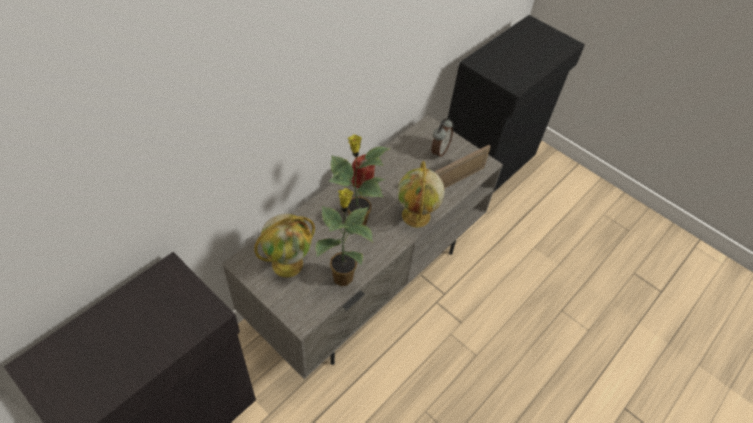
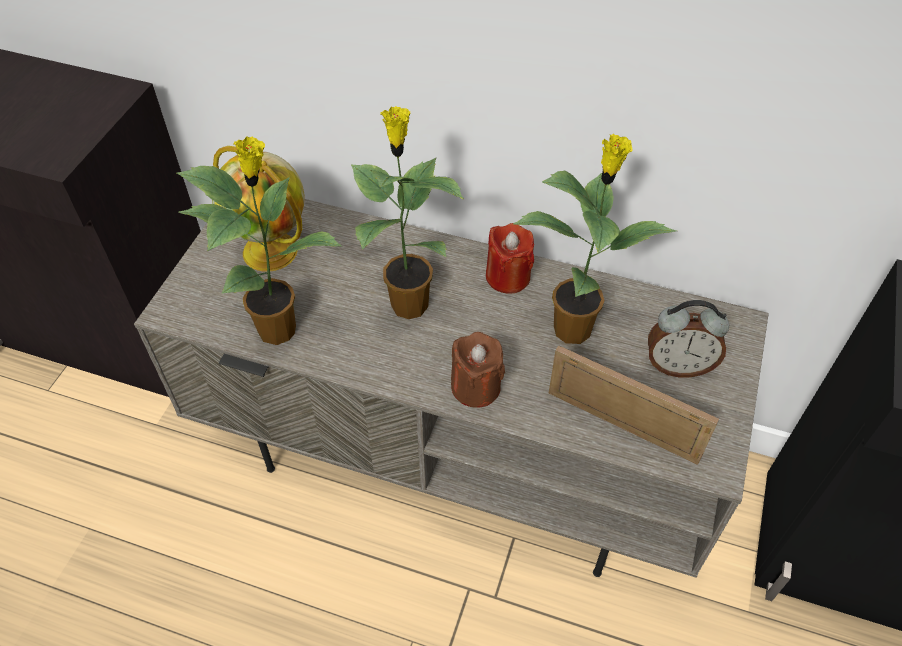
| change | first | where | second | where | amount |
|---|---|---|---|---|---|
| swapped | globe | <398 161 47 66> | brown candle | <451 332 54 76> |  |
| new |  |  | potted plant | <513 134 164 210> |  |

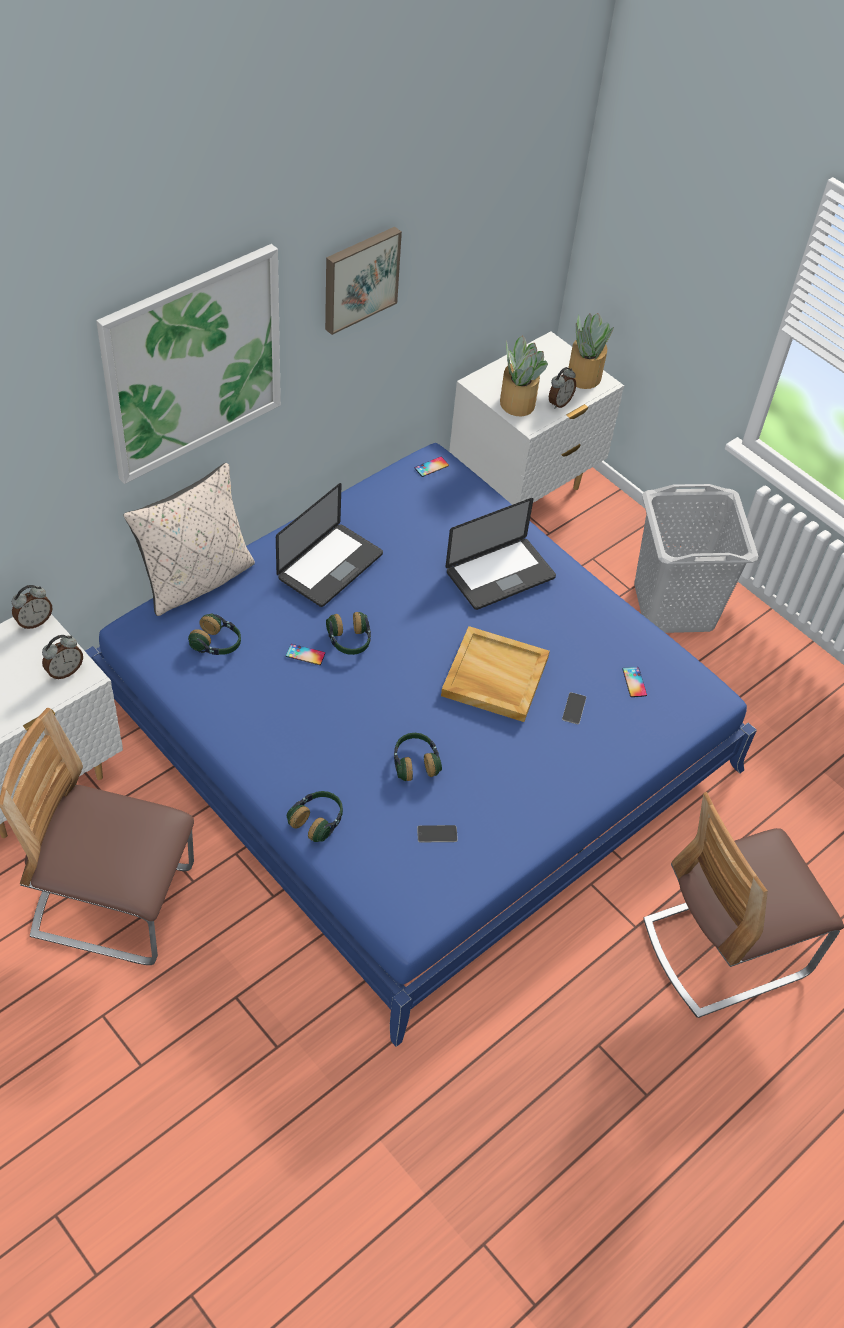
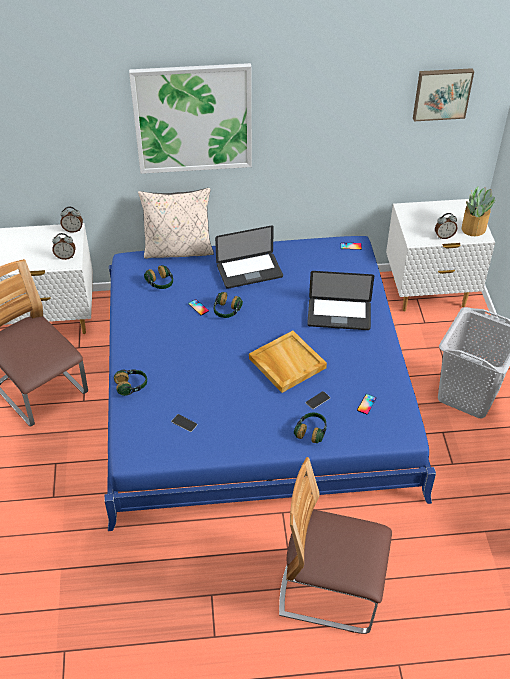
| change | first | where | second | where | amount |
|---|---|---|---|---|---|
| shifted | picture | <325 227 77 108> |  | <413 68 61 53> |  |
| gone | potted plant | <500 336 48 80> |  |  |  |
| shifted | headphones | <394 733 48 48> |  | <294 413 32 30> |  |

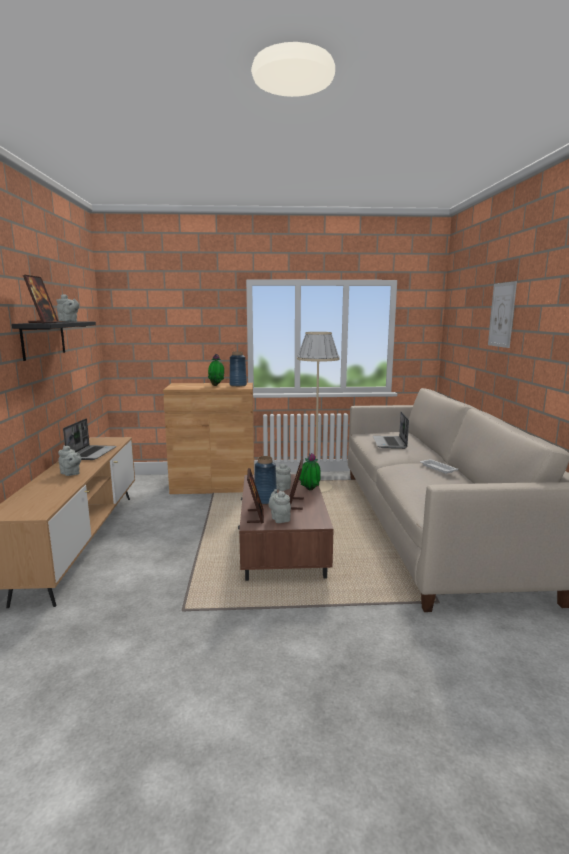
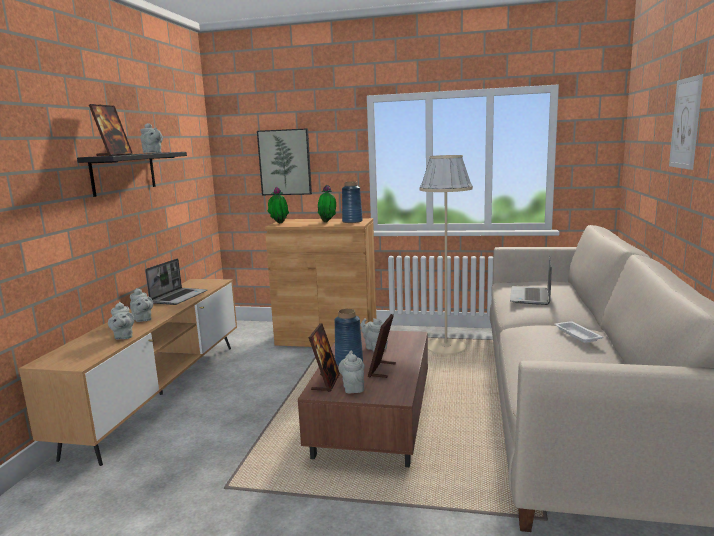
| change | first | where | second | where | amount |
|---|---|---|---|---|---|
| shifted | potted plant | <299 453 22 37> |  | <268 187 21 36> |  |
| new |  |  | picture | <257 128 55 67> |  |
| new |  |  | grey teapot | <108 302 26 37> |  |

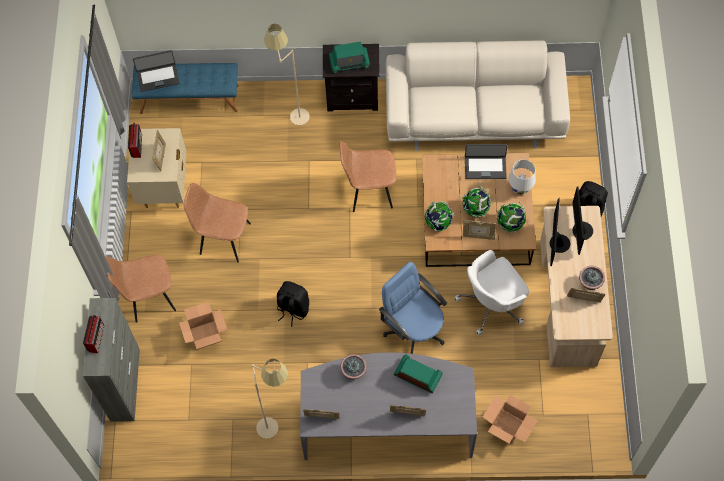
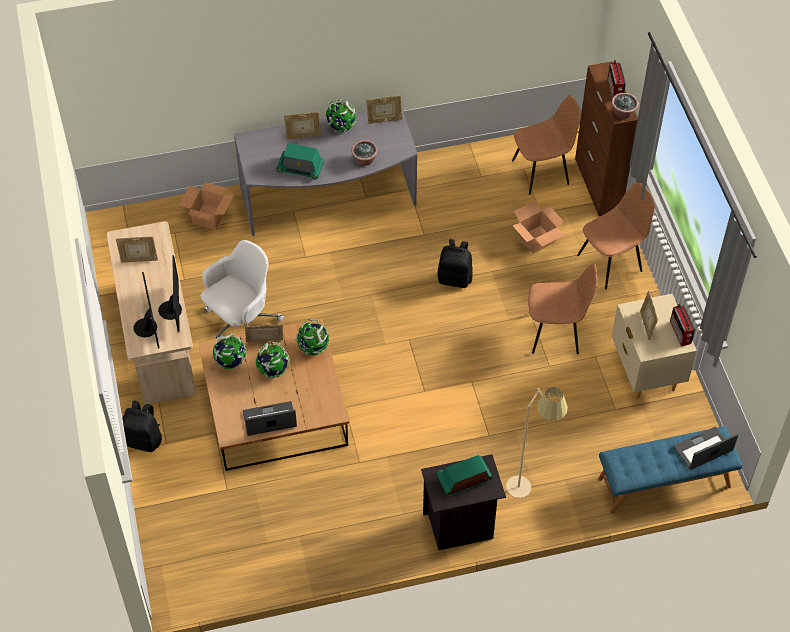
| change | first | where | second | where | amount |
|---|---|---|---|---|---|
| gone | beige sofa | <386 40 184 111> |  |  |  |
| shifted | brown chair | <339 141 57 71> |  | <512 95 69 100> |  |
| gone | white table lamp | <509 160 27 35> |  |  |  |
| gone | blue office chair | <379 262 68 92> |  |  |  |
| shifted | potted plant | <579 266 26 24> |  | <611 93 28 26> |  |
| repainted | grey cabinet | <83 298 57 124> | brown cabinet | <575 61 63 155> |  |
| gone | beige floor lamp | <252 359 36 80> |  |  |  |
| new |  |  | globe | <325 99 31 33> |  |

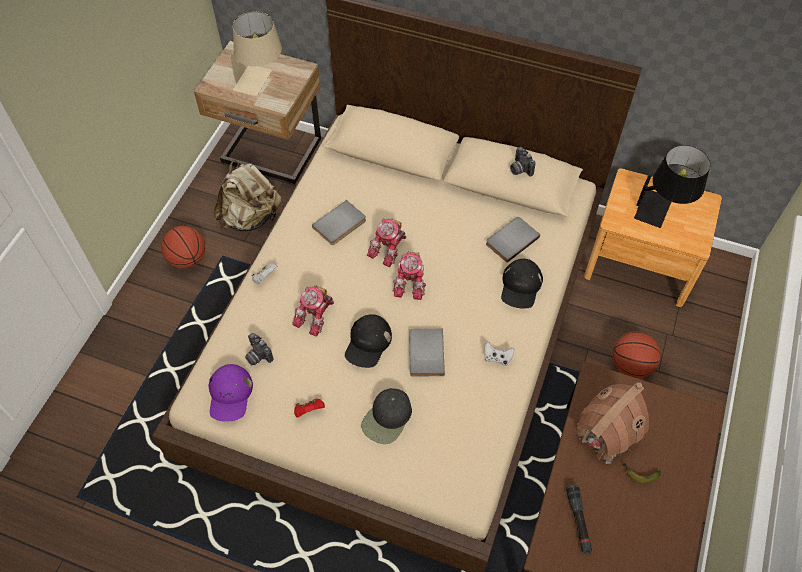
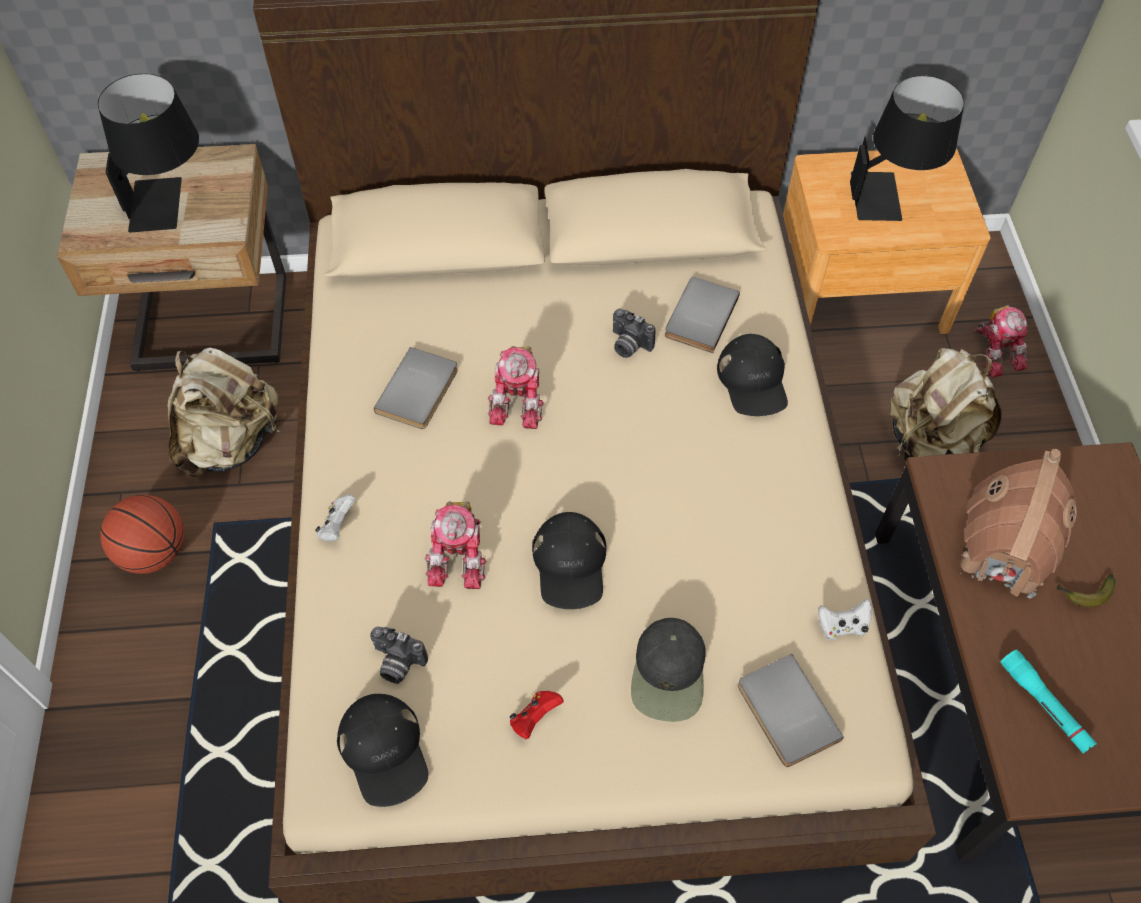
| change | first | where | second | where | amount |
|---|---|---|---|---|---|
| repainted | beige table lamp | <230 12 52 84> | black table lamp | <98 74 101 159> |  |
| shifted | photo camera | <510 147 26 30> |  | <613 309 43 49> |  |
| shifted | toy robot | <393 252 33 48> |  | <975 305 53 73> |  |
| shifted | grey book | <409 328 36 48> |  | <738 654 106 113> |  |
| swapped | basketball | <613 331 48 47> | beige backpack | <890 348 112 113> |  |
| shifted | white game controller | <484 341 30 25> |  | <818 598 54 42> |  |
| repainted | purple cap | <208 364 45 58> | black cap | <337 694 91 113> |  |
| repainted | black flashlight | <566 485 26 69> | turquoise flashlight | <1000 649 97 104> |  |

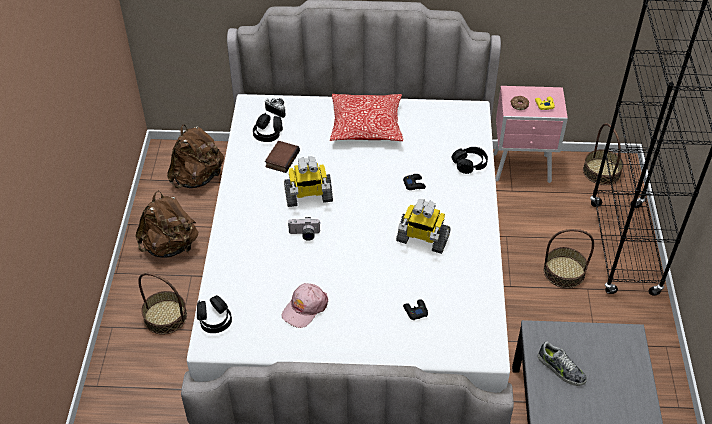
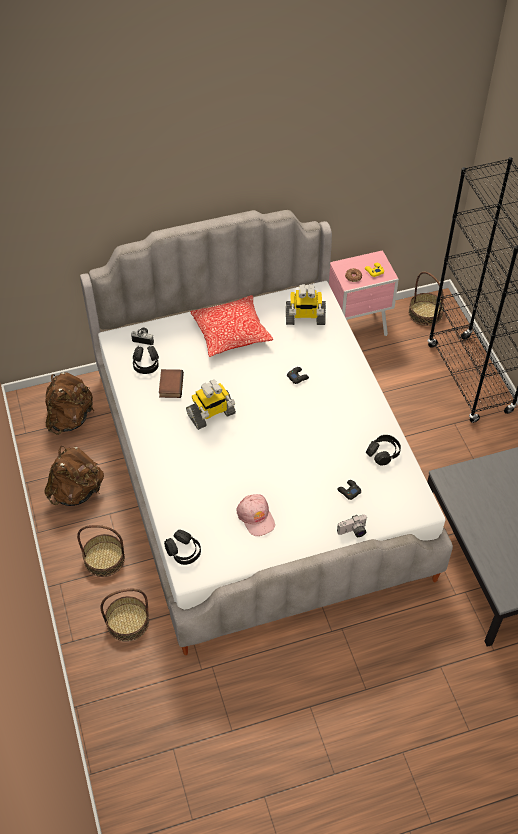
| change | first | where | second | where | amount |
|---|---|---|---|---|---|
| shifted | black headphones | <451 147 37 27> |  | <366 435 35 31> |  |
| shifted | toy robot | <396 199 55 55> |  | <286 284 40 41> |  |
| shifted | photo camera | <288 217 32 24> |  | <337 514 30 23> |  |
| shifted | basket | <544 229 50 59> |  | <101 589 48 53> |  |
| rotated | pink cap | <282 283 46 45> |  | <236 494 39 42> | 45 degrees counterclockwise |
| gone | shoe | <538 341 49 45> |  |  |  |

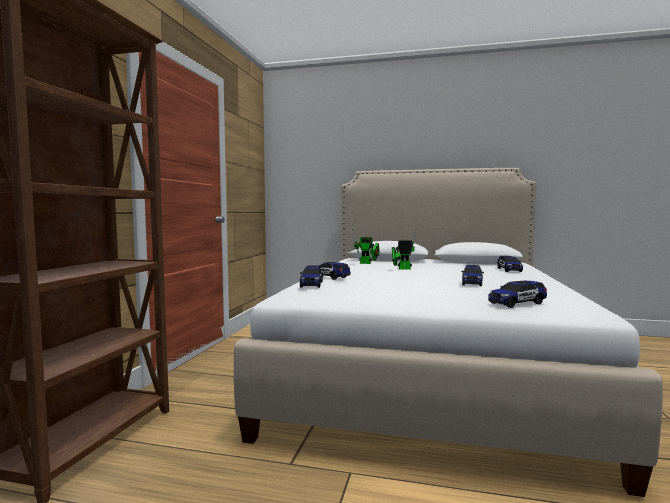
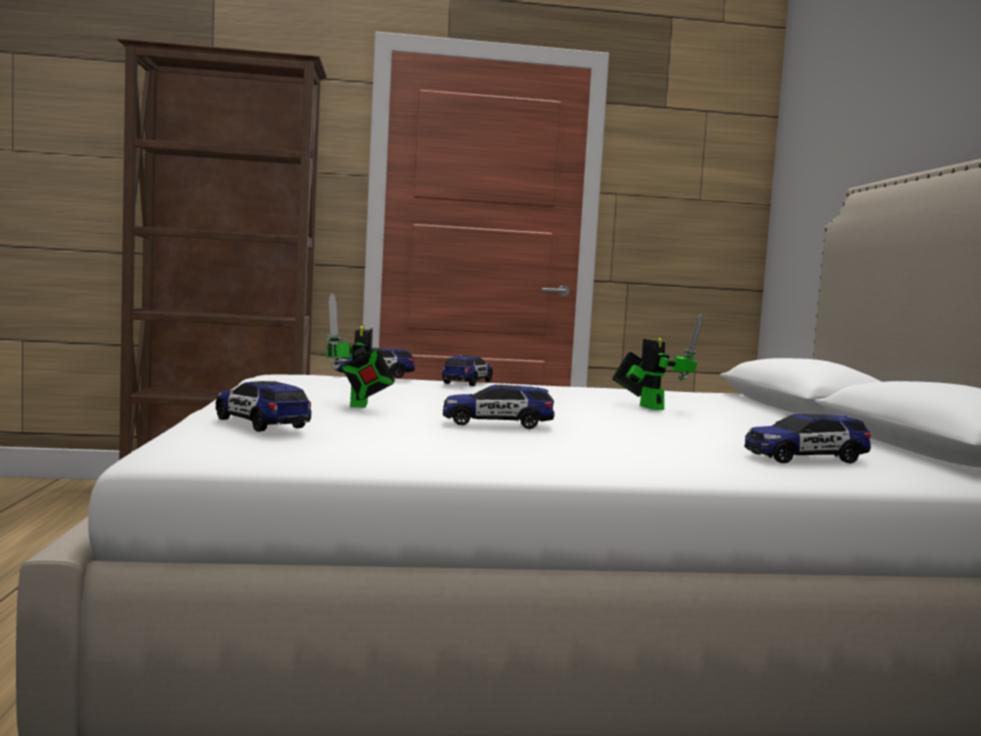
| change | first | where | second | where | amount |
|---|---|---|---|---|---|
| shifted | toy robot | <352 227 27 37> |  | <325 294 70 114> |  |

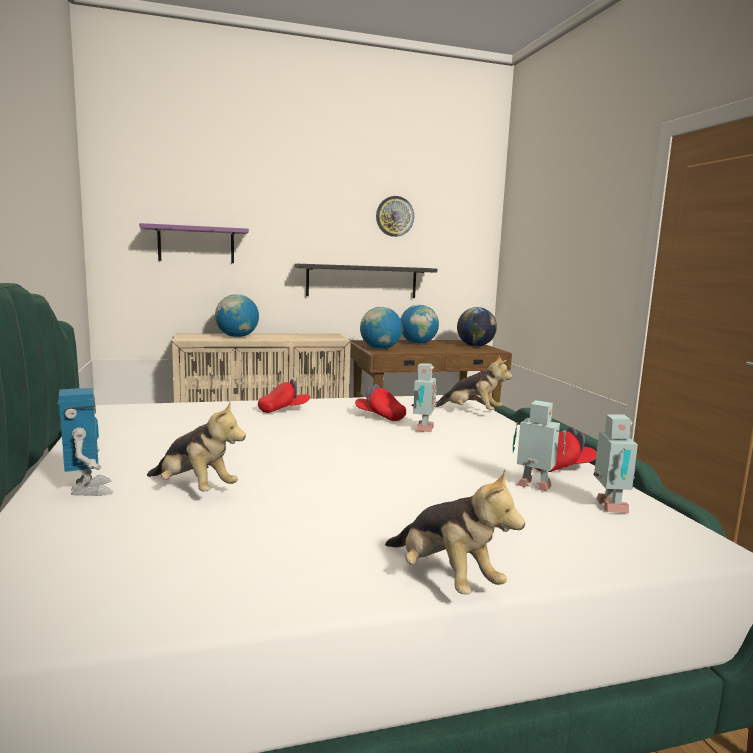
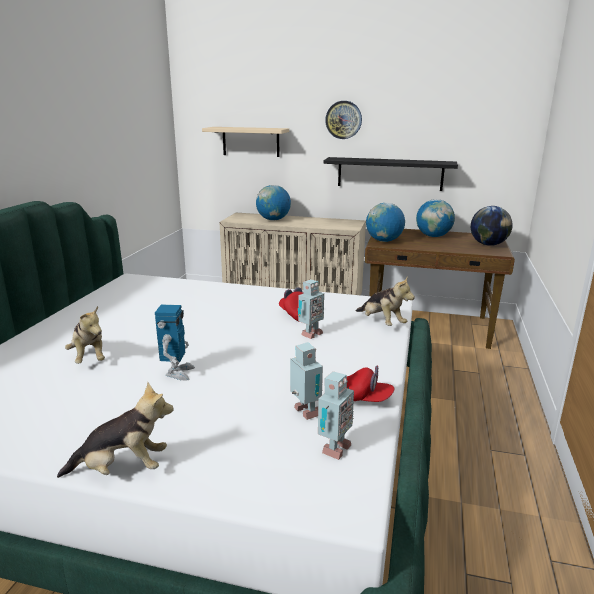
| change | first | where | second | where | amount |
|---|---|---|---|---|---|
| shifted | wall clock | <376 196 38 41> |  | <325 101 37 38> |  |
| repainted | purple shelf | <139 223 110 40> | beige shelf | <202 127 87 30> |  |
| gone | red cap | <258 379 52 34> |  |  |  |
| shifted | toy robot | <57 388 56 108> |  | <155 305 40 75> |  |
| rotated | plush toy | <385 470 140 125> |  | <57 382 117 96> | 90 degrees counterclockwise |

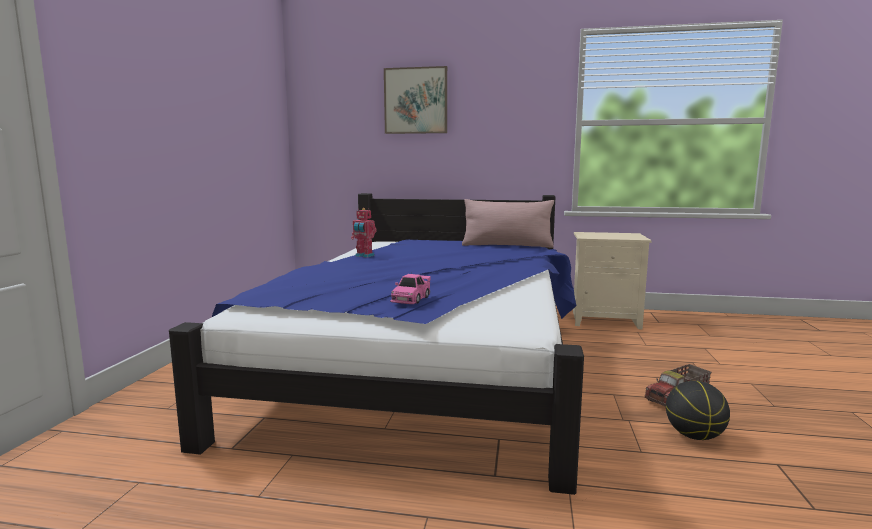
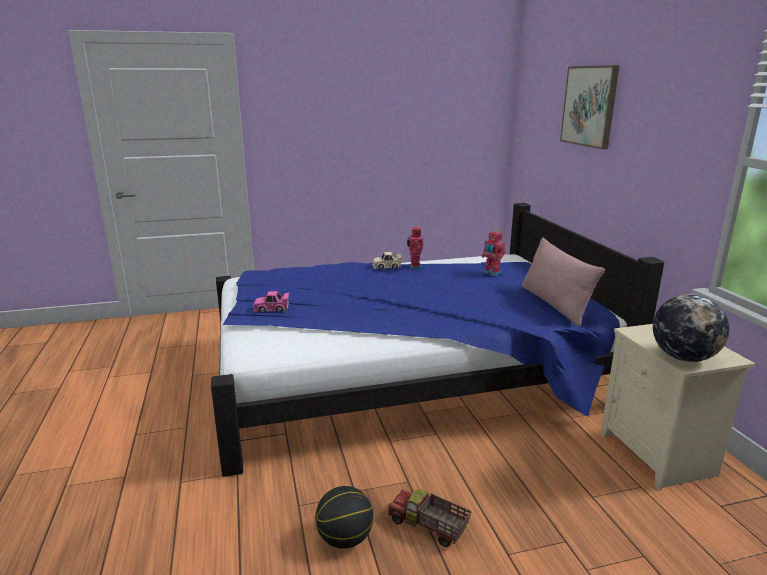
| change | first | where | second | where | amount |
|---|---|---|---|---|---|
| new |  |  | toy robot | <482 230 24 46> |  |
| new |  |  | beige toy car | <373 252 29 17> |  |
| new |  |  | globe | <653 294 76 68> |  |

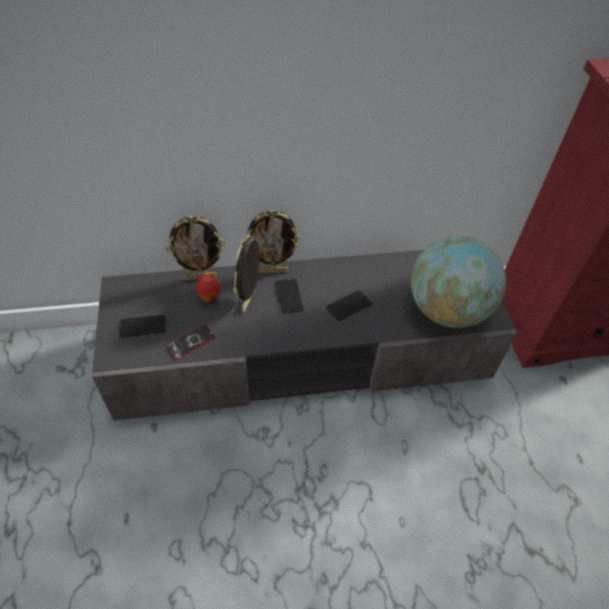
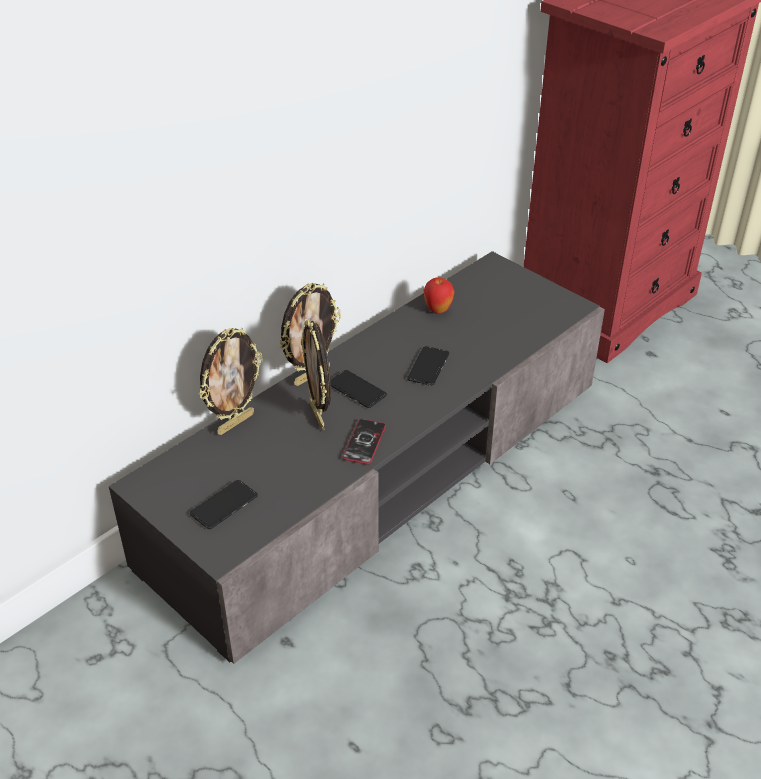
| change | first | where | second | where | amount |
|---|---|---|---|---|---|
| gone | globe | <411 236 95 92> |  |  |  |
| shifted | apple | <196 274 25 29> |  | <423 277 32 37> |  |
| shifted | phone | <167 324 50 35> |  | <342 419 44 45> |  |

